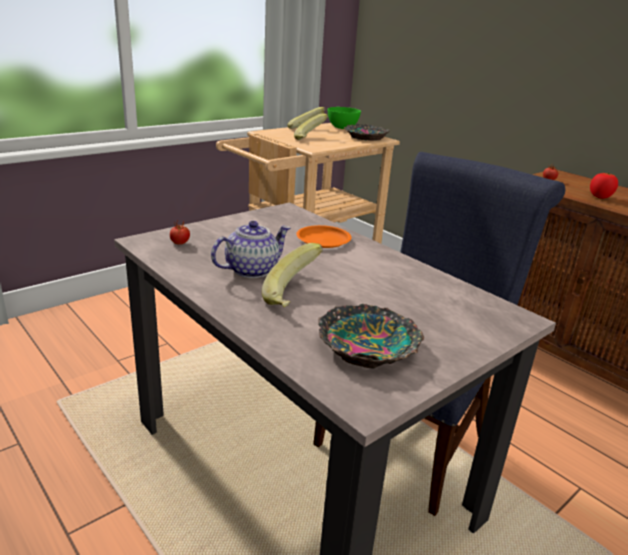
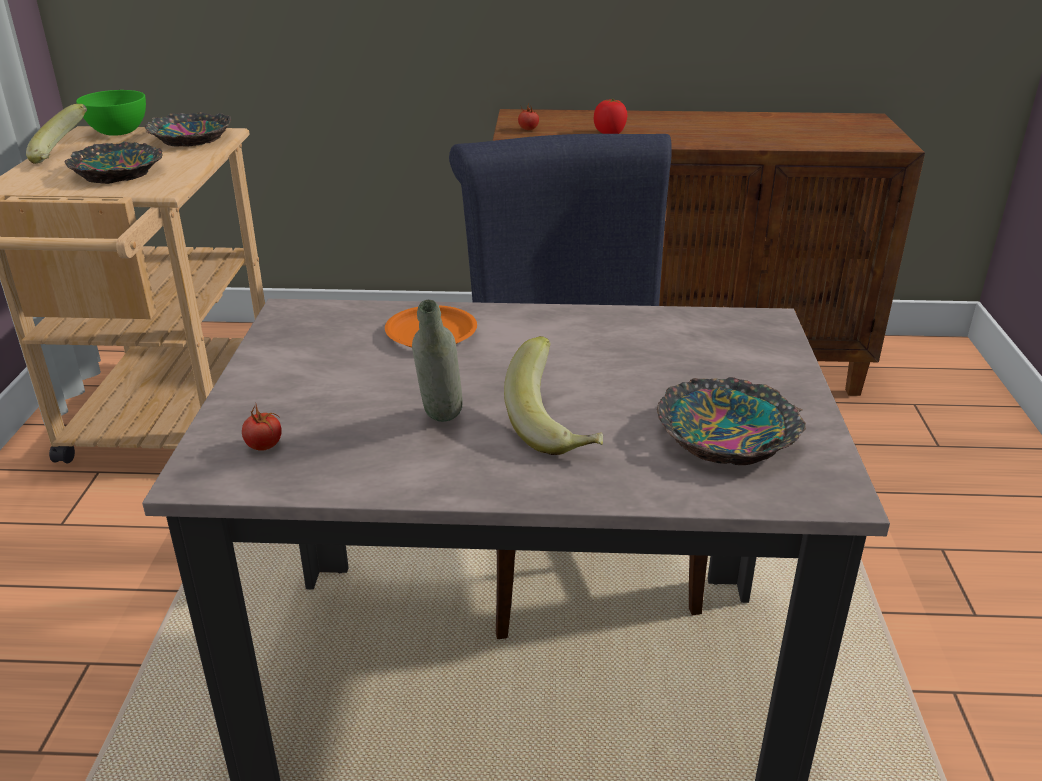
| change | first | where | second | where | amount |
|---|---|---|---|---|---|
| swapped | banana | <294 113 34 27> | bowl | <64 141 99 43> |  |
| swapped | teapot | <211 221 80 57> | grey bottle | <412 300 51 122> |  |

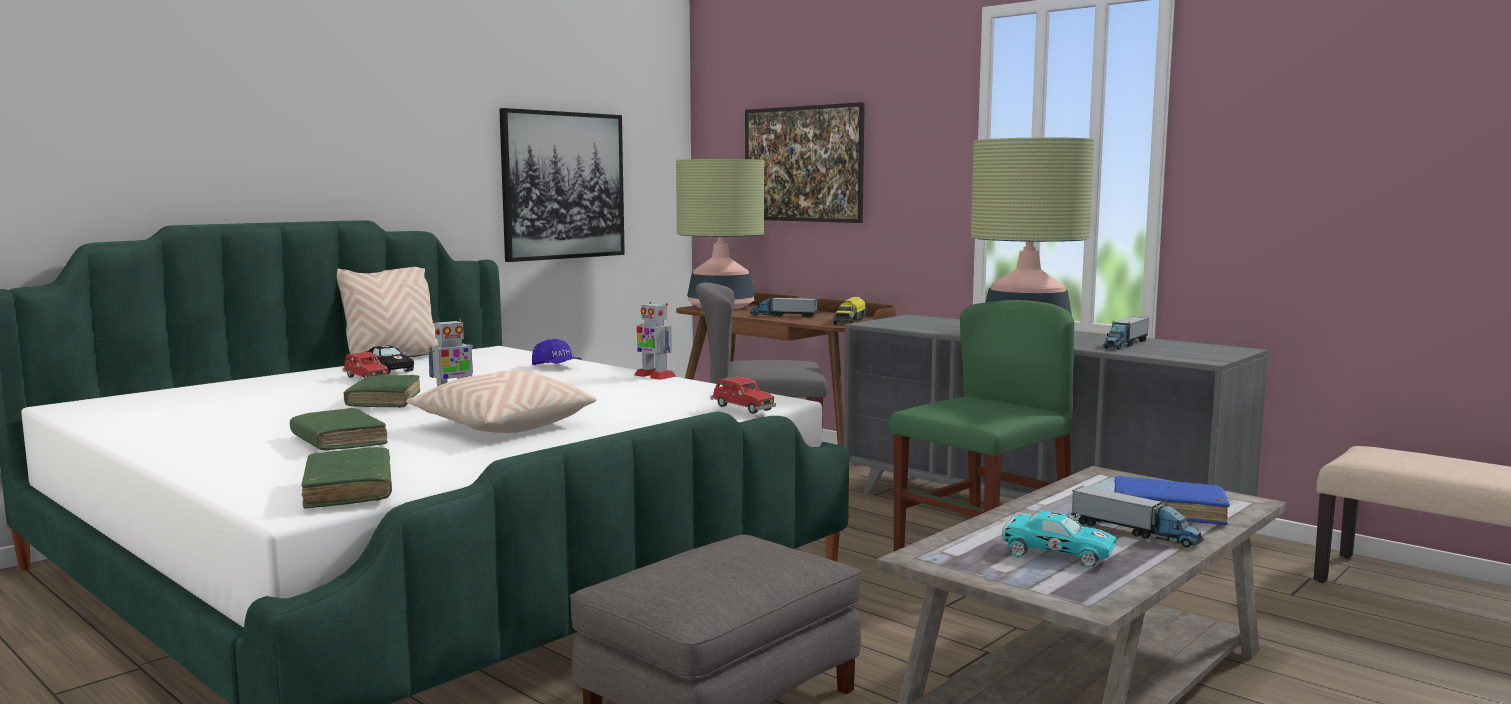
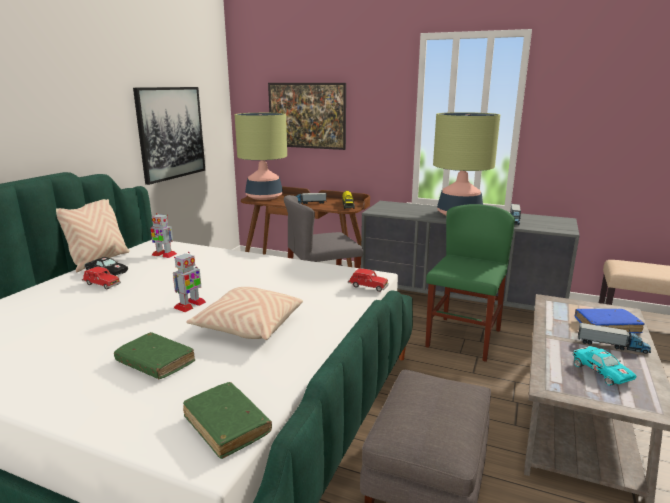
| change | first | where | second | where | amount |
|---|---|---|---|---|---|
| shifted | toy robot | <634 302 43 78> |  | <150 213 27 45> |  |
| gone | blue cap | <532 339 49 26> |  |  |  |
| gone | green book | <344 375 76 33> |  |  |  |
| rotated | turquoise toy car | <1002 511 114 56> |  | <573 346 63 40> | 60 degrees clockwise |

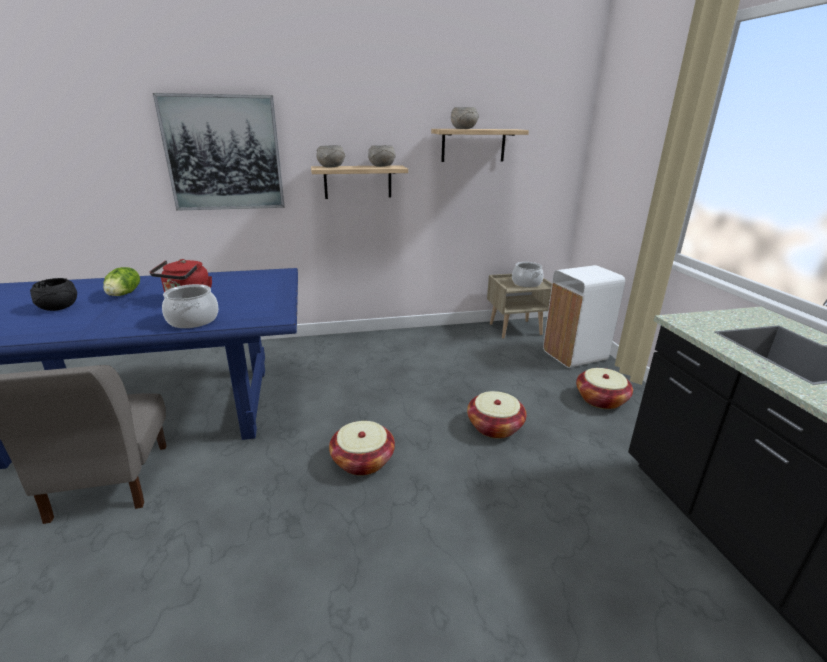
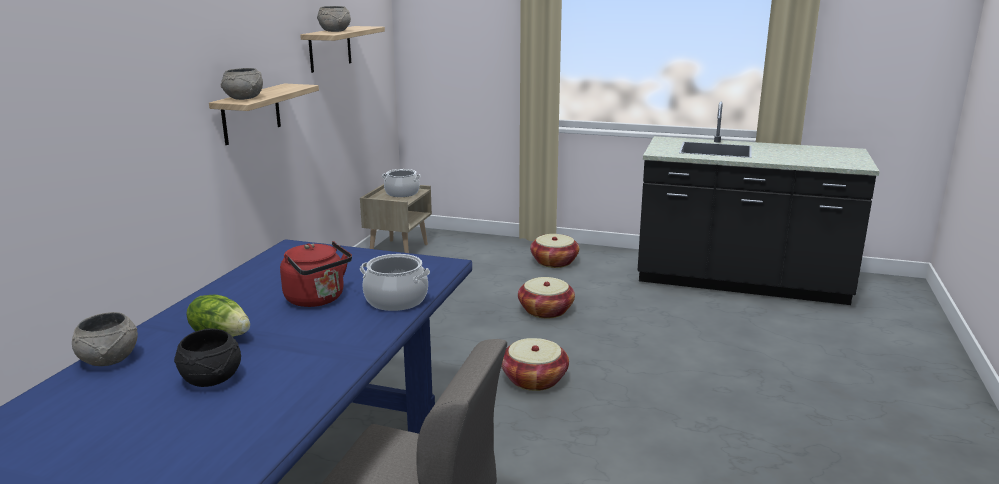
| change | first | where | second | where | amount |
|---|---|---|---|---|---|
| gone | picture | <153 93 132 118> |  |  |  |
| shifted | grey bowl | <368 145 28 22> |  | <72 312 66 54> |  |
| gone | white trash can | <543 265 82 103> |  |  |  |

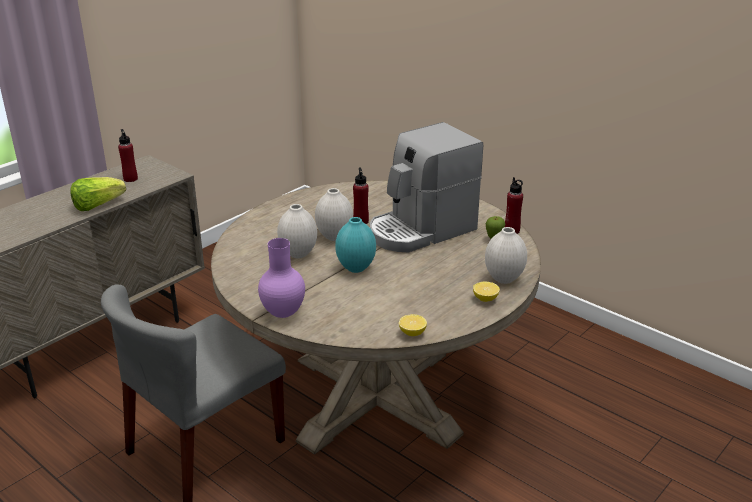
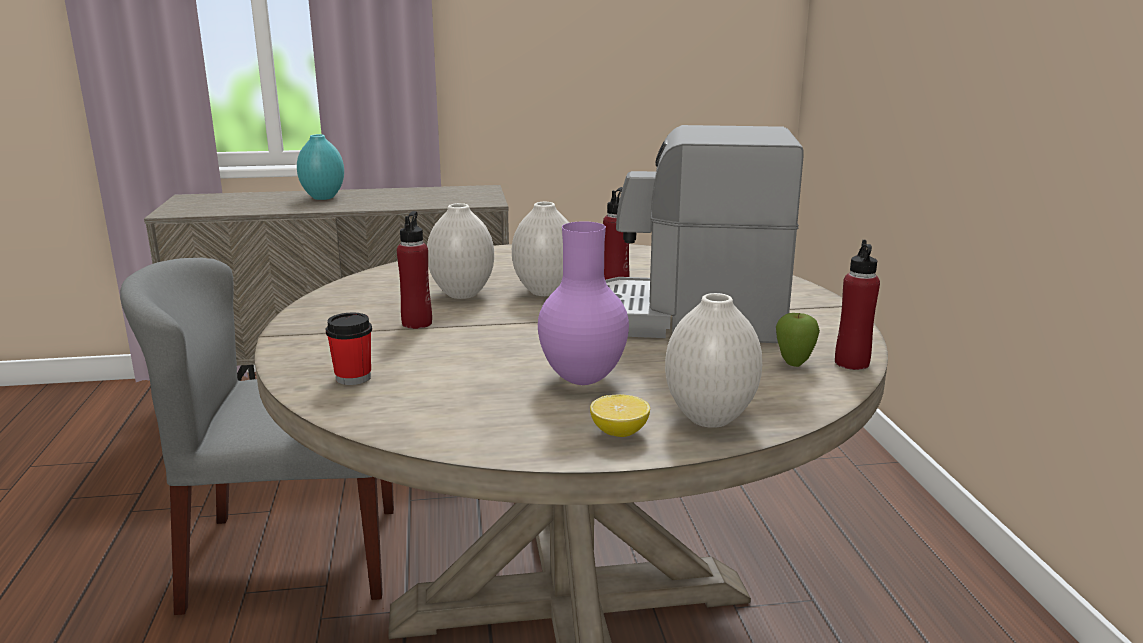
| change | first | where | second | where | amount |
|---|---|---|---|---|---|
| shifted | red bottle | <118 129 20 53> |  | <397 211 35 118> |  |
| gone | lettuce | <70 177 56 34> |  |  |  |
| shifted | turquoise vase | <335 217 41 56> |  | <297 134 47 66> |  |
| shifted | purple vase | <258 238 47 80> |  | <538 221 91 164> |  |
| gone | lemon | <399 314 28 22> |  |  |  |
| new |  |  | cup | <326 313 46 72> |  |

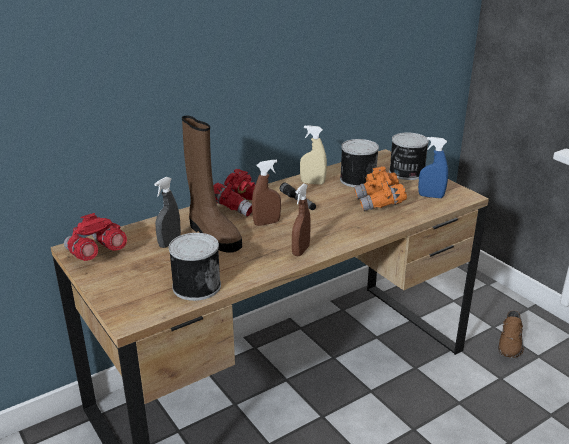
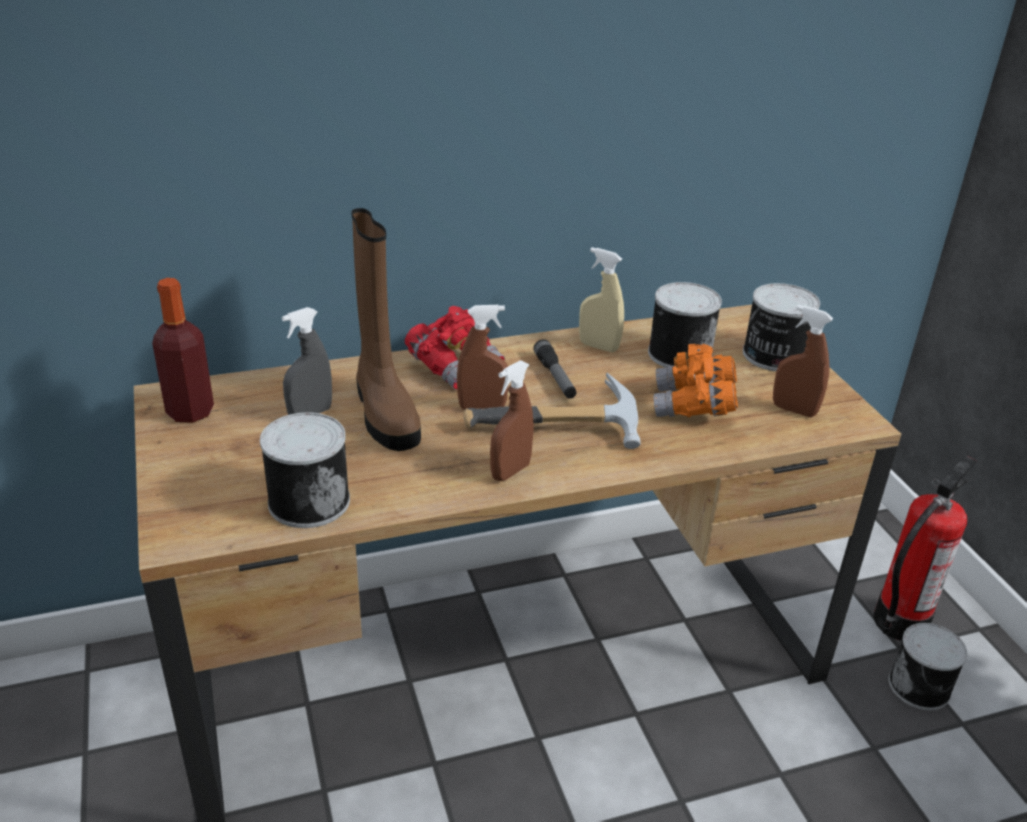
| change | first | where | second | where | amount |
|---|---|---|---|---|---|
| repainted | blue spray bottle | <418 137 30 61> | brown spray bottle | <773 305 60 112> |  |
| swapped | red binoculars | <64 213 63 48> | bottle | <152 278 62 145> |  |
| swapped | brown shoe | <498 310 26 48> | can | <889 623 78 87> |  |
| new |  |  | hammer | <463 373 178 76> |  |
| new |  |  | fire extinguisher | <874 456 103 185> |  |

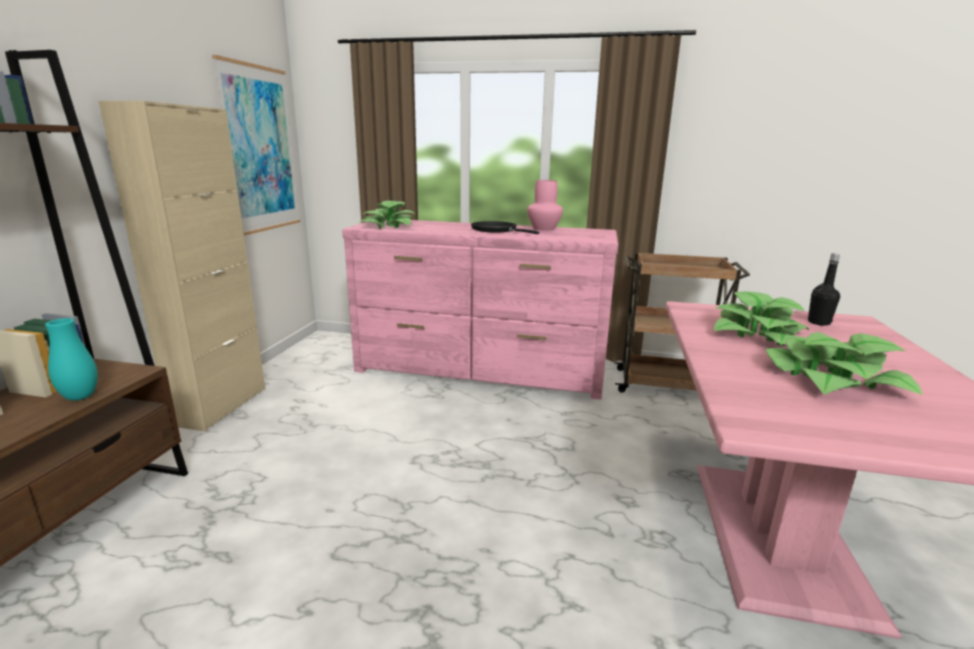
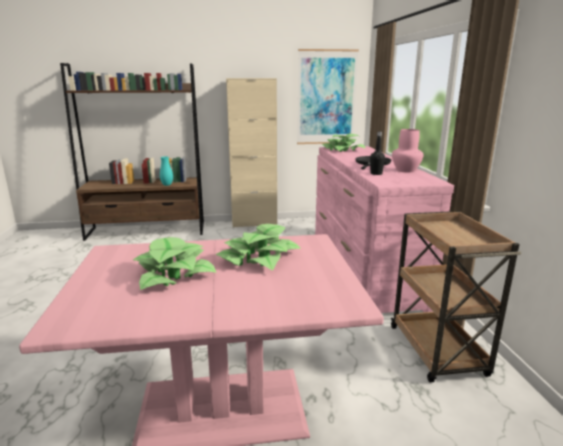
| change | first | where | second | where | amount |
|---|---|---|---|---|---|
| shifted | black bottle | <808 254 32 72> |  | <370 132 15 43> |  |

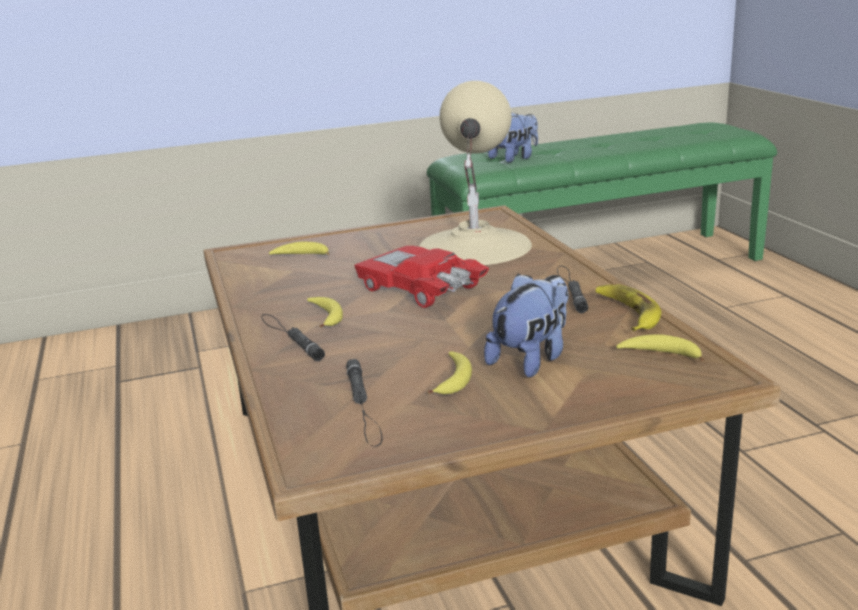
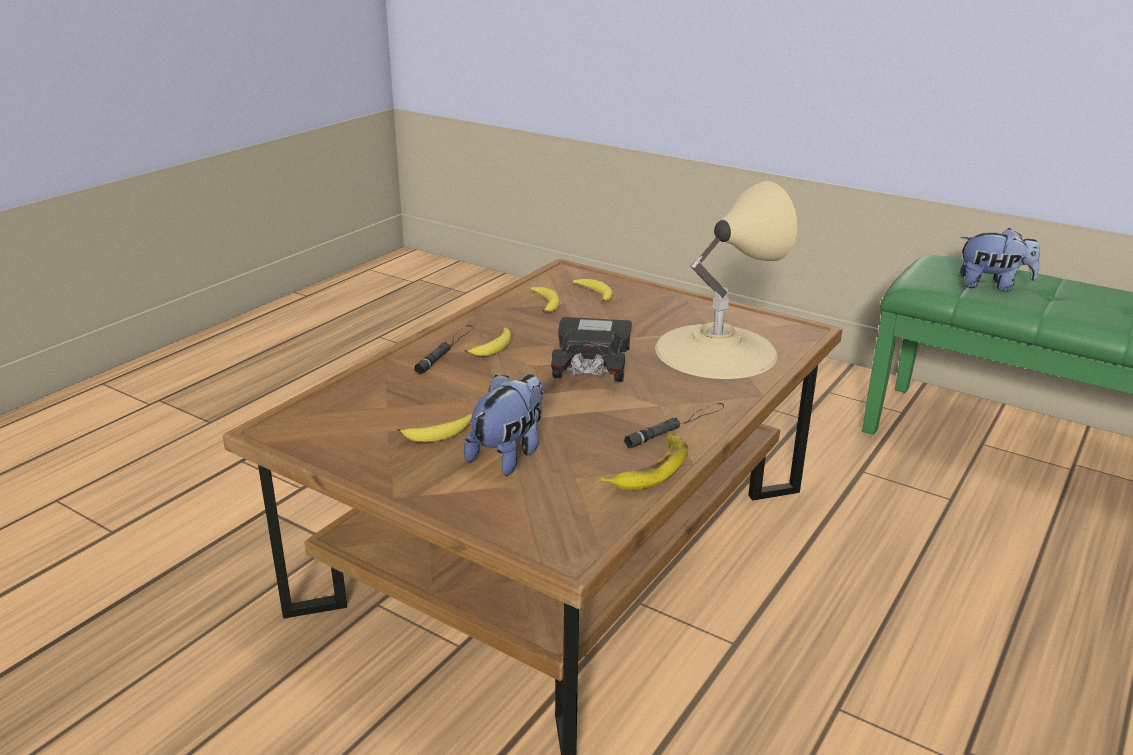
| change | first | where | second | where | amount |
|---|---|---|---|---|---|
| repainted | red toy car | <354 246 135 62> | black toy car | <551 317 81 65> |  |
| rotated | plush toy | <484 274 84 104> |  | <464 374 80 102> | 60 degrees counterclockwise |
| shifted | banana | <616 334 88 27> |  | <531 287 29 25> |  |
| gone | black flashlight | <346 359 36 87> |  |  |  |

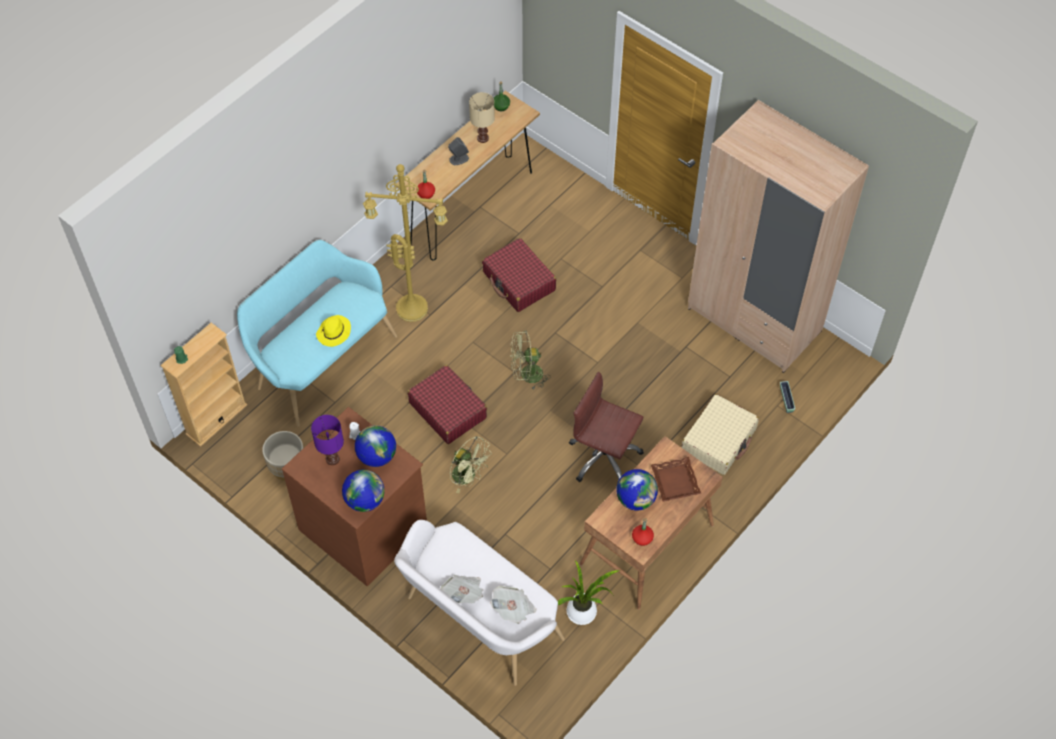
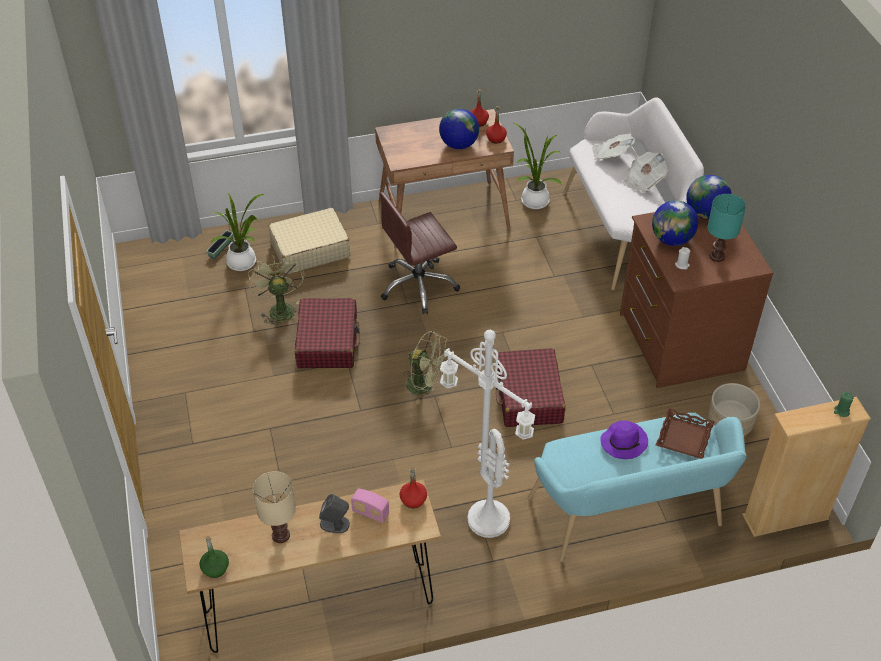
| change | first | where | second | where | amount |
|---|---|---|---|---|---|
| gone | beige wardrobe | <688 100 181 273> |  |  |  |
| repainted | yellow floor lamp | <363 164 85 158> | white floor lamp | <440 330 95 208> |  |
| shifted | red suitcase | <482 238 74 74> |  | <295 298 65 70> |  |
| repainted | yellow hat | <316 315 35 32> | purple hat | <600 421 48 38> |  |
| rotated | brown office chair | <569 372 75 110> |  | <380 192 80 122> | 90 degrees clockwise |
| repainted | purple table lamp | <311 415 33 50> | turquoise table lamp | <707 194 39 68> |  |
| shifted | green fan | <450 436 42 57> |  | <248 255 57 73> |  |
| shifted | brown tray | <651 457 50 45> |  | <656 408 59 51> |  |
| new |  |  | red bottle | <486 106 21 38> |  |
| new |  |  | potted plant | <211 193 53 78> |  |
| new |  |  | radio | <351 489 38 34> |  |

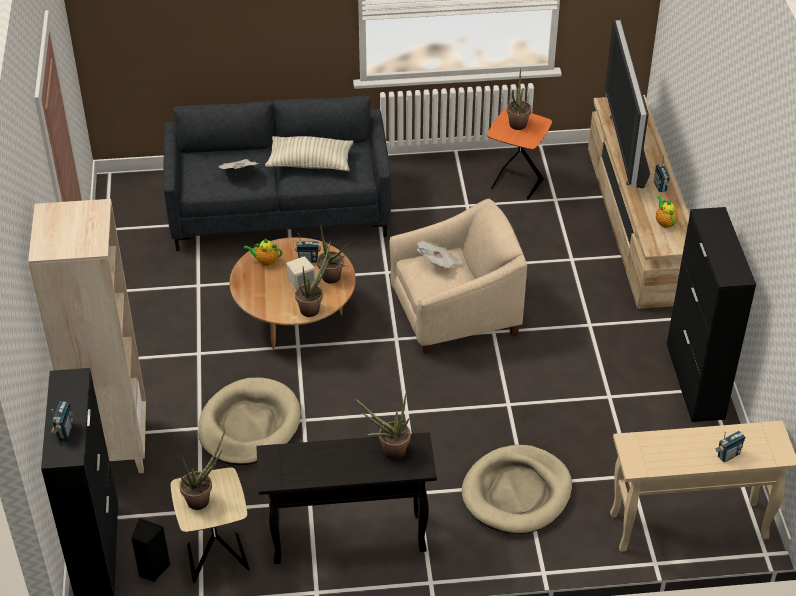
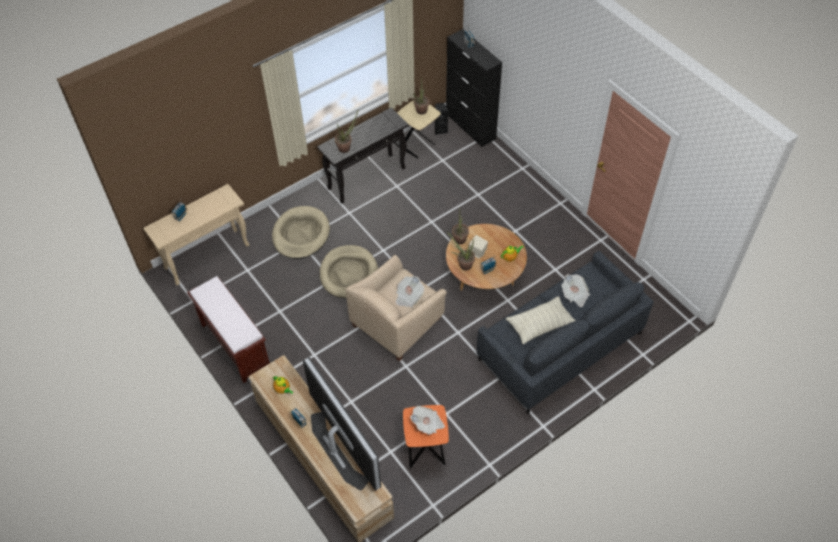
| change | first | where | second | where | amount |
|---|---|---|---|---|---|
| swapped | potted plant | <507 68 25 62> | newspaper | <410 406 35 29> |  |
| gone | beige bookcase | <28 199 118 274> |  |  |  |
| swapped | black cabinet | <667 207 89 215> | brown bench | <187 276 83 107> |  |
| shifted | beige dog bed | <198 377 103 88> |  | <320 245 58 53> |  |

